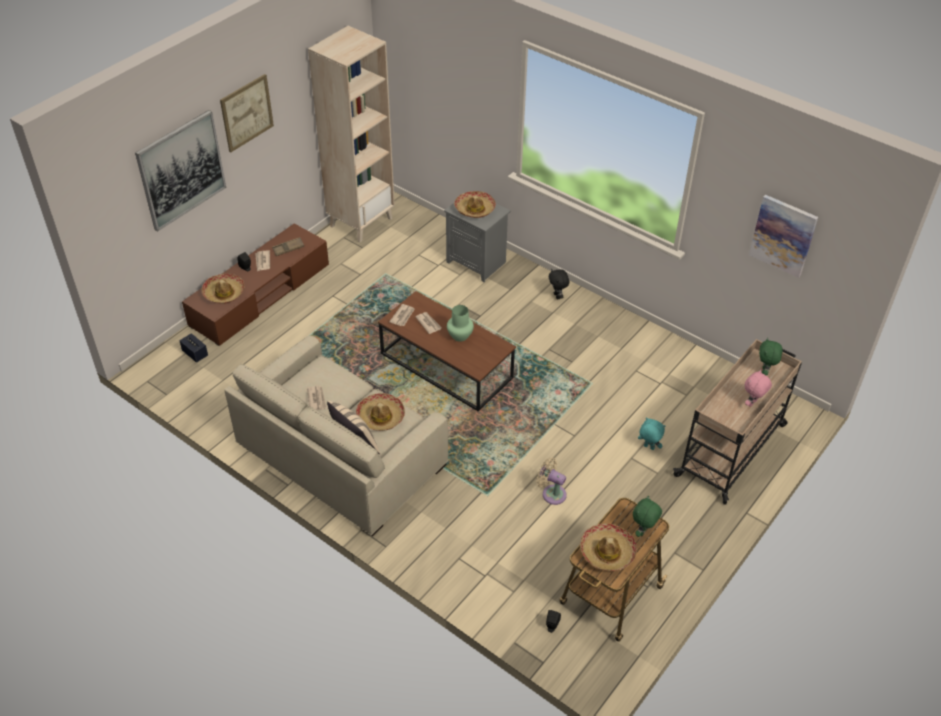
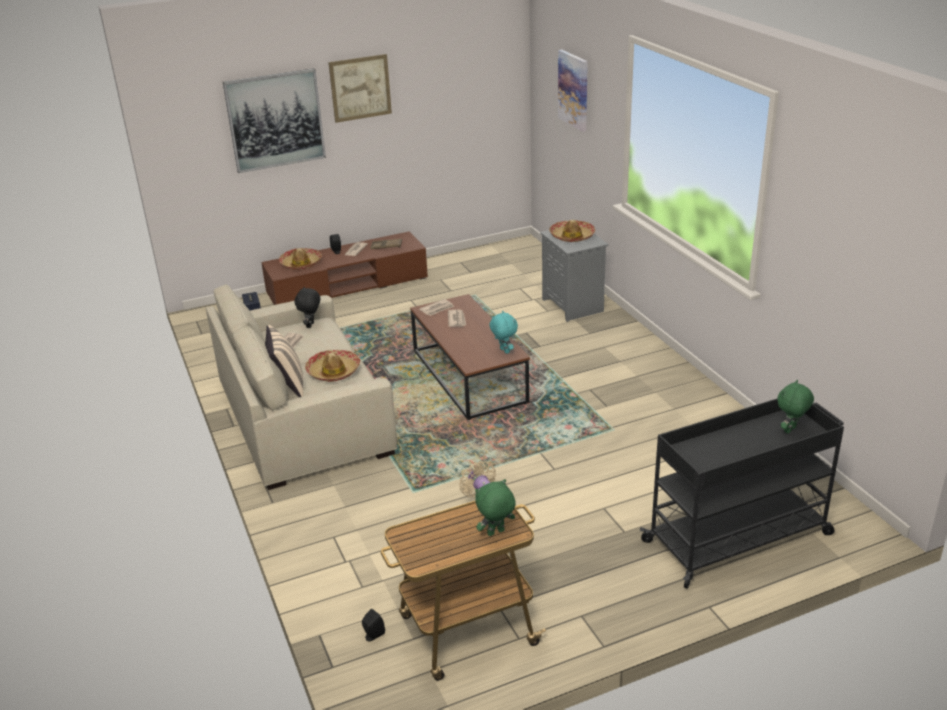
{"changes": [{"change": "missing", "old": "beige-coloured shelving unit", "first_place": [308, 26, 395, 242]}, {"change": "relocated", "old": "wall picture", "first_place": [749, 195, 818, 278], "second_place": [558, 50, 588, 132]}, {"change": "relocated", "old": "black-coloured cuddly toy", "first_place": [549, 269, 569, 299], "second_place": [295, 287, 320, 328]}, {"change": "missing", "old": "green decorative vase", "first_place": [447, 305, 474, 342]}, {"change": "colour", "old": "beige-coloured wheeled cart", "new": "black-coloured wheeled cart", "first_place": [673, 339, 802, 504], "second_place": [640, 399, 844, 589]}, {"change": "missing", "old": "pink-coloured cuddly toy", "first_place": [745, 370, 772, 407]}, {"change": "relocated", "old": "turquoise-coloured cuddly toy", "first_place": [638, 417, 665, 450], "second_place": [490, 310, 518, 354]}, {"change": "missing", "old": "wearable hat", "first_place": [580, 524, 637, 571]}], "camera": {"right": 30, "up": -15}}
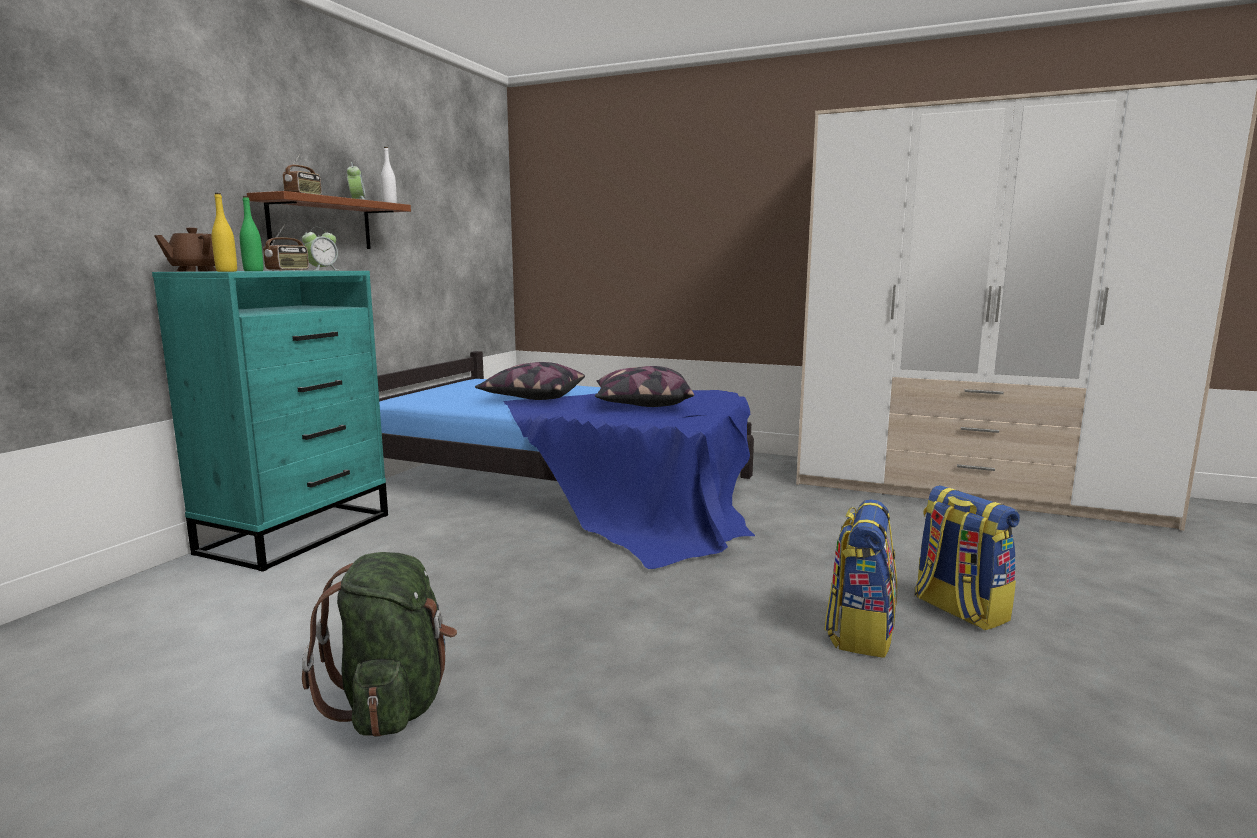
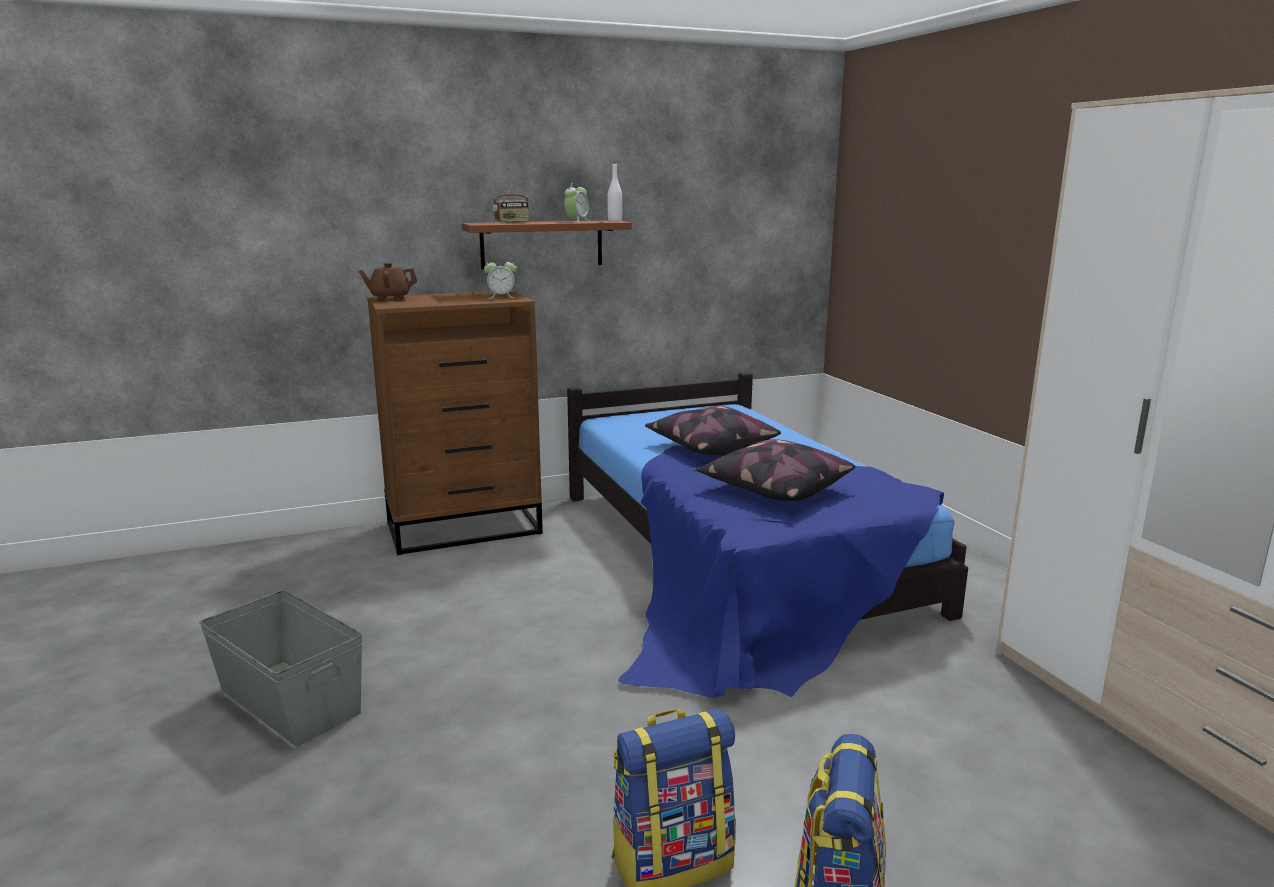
{"changes": [{"change": "missing", "old": "yellow drink bottle", "first_place": [212, 193, 237, 272]}, {"change": "missing", "old": "green drink bottle", "first_place": [240, 196, 263, 271]}, {"change": "missing", "old": "radio set", "first_place": [263, 225, 309, 271]}, {"change": "colour", "old": "turquoise-coloured drawer chest", "new": "brownish drawer chest", "first_place": [152, 270, 388, 572], "second_place": [367, 290, 543, 555]}, {"change": "exchanged", "old": "green rucksack", "new": "grey storage container", "first_place": [302, 552, 457, 737], "second_place": [199, 590, 363, 746]}], "camera": {"right": 45, "up": 5}}
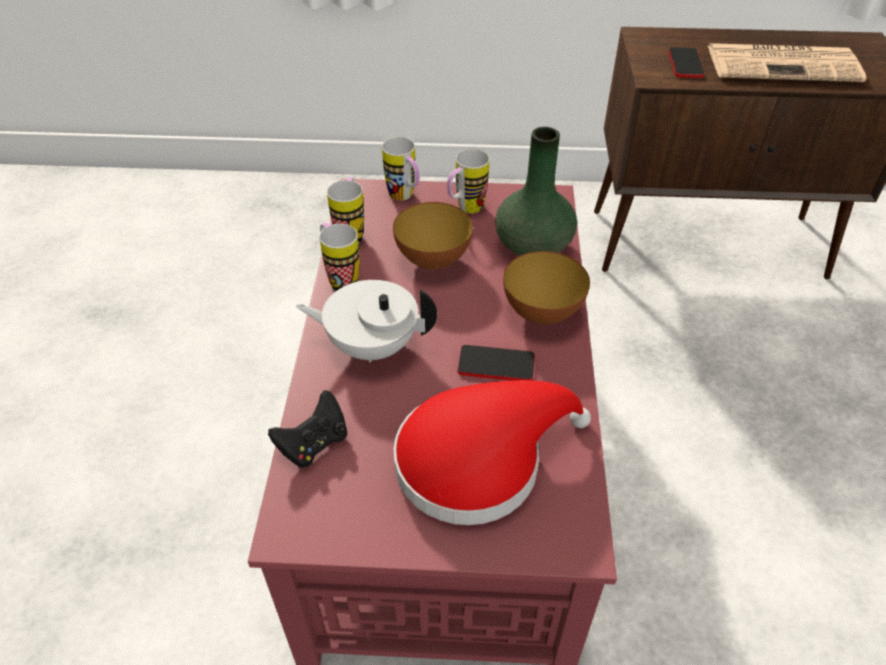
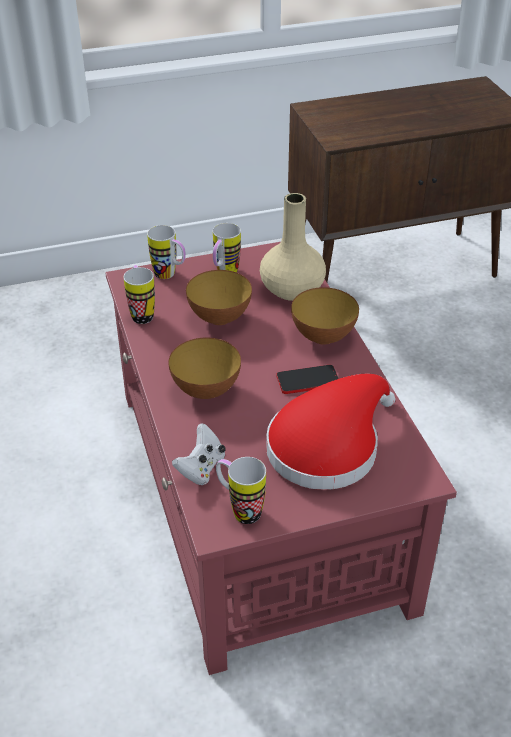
{"changes": [{"change": "missing", "old": "daily paper", "first_place": [708, 43, 866, 82]}, {"change": "missing", "old": "handset", "first_place": [669, 47, 704, 78]}, {"change": "colour", "old": "green decorative vase", "new": "beige-coloured decorative vase", "first_place": [495, 127, 577, 256], "second_place": [260, 193, 326, 301]}, {"change": "relocated", "old": "tea mug", "first_place": [319, 223, 359, 291], "second_place": [216, 457, 266, 524]}, {"change": "exchanged", "old": "white tea pot", "new": "serving bowl", "first_place": [296, 280, 437, 363], "second_place": [168, 337, 241, 399]}, {"change": "colour", "old": "black-coloured game controller", "new": "white game controller", "first_place": [268, 390, 347, 468], "second_place": [172, 423, 226, 485]}], "camera": {"right": -20, "up": -5}}
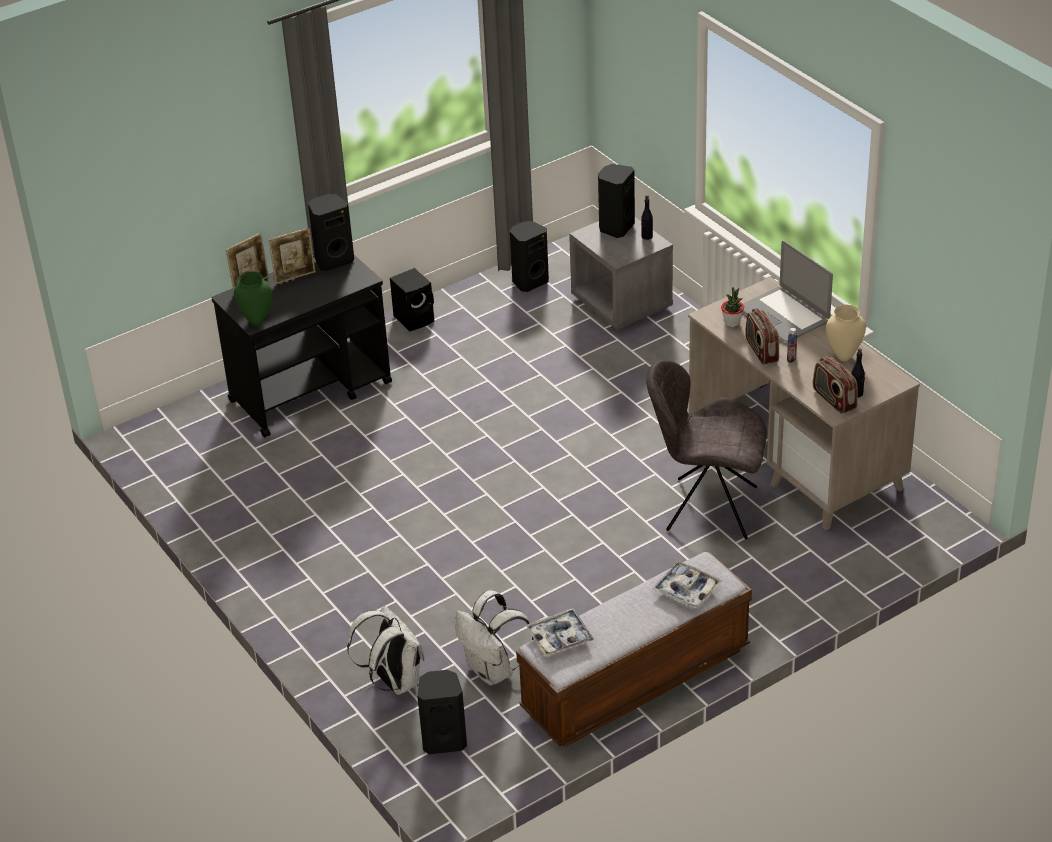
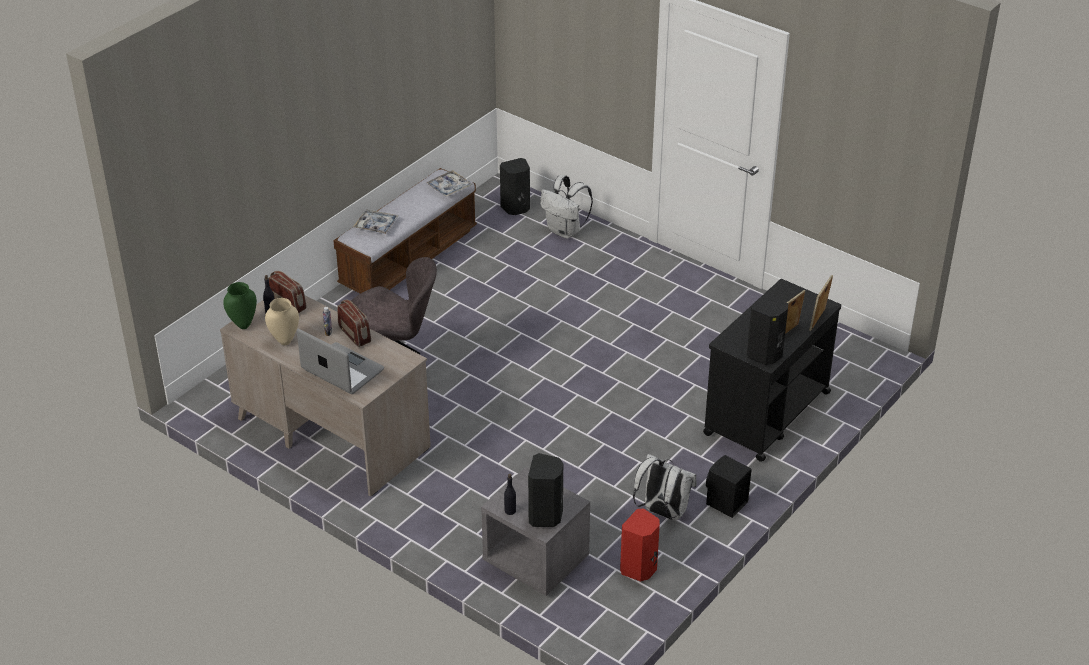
{"changes": [{"change": "colour", "old": "black-coloured loudspeaker", "new": "red loudspeaker", "first_place": [510, 221, 549, 292], "second_place": [620, 509, 660, 582]}, {"change": "relocated", "old": "green decorative vase", "first_place": [234, 271, 272, 326], "second_place": [223, 282, 257, 329]}, {"change": "missing", "old": "potted plant", "first_place": [721, 287, 744, 327]}, {"change": "relocated", "old": "white rucksack", "first_place": [455, 590, 534, 685], "second_place": [633, 454, 696, 521]}], "camera": {"right": 160, "up": 0}}
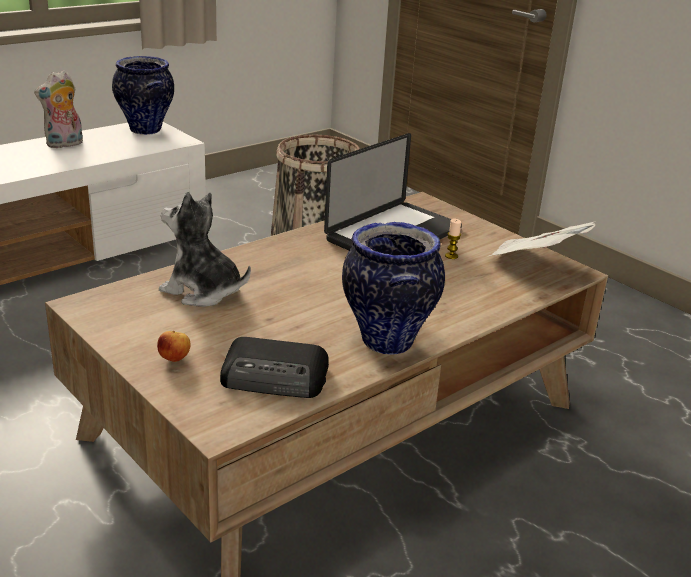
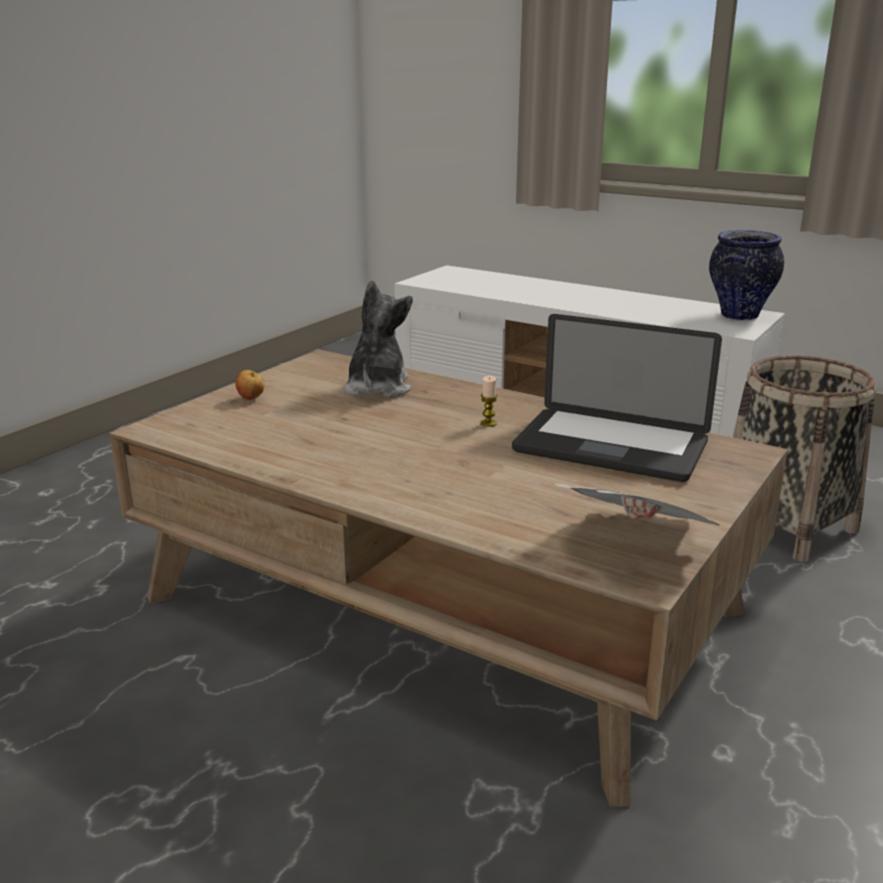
{"changes": [{"change": "missing", "old": "cuddly toy", "first_place": [34, 70, 83, 149]}, {"change": "relocated", "old": "wax light", "first_place": [445, 219, 461, 259], "second_place": [480, 376, 497, 427]}, {"change": "missing", "old": "decorative vase", "first_place": [342, 222, 445, 355]}, {"change": "missing", "old": "radio set", "first_place": [220, 337, 329, 398]}], "camera": {"right": 75, "up": -5}}
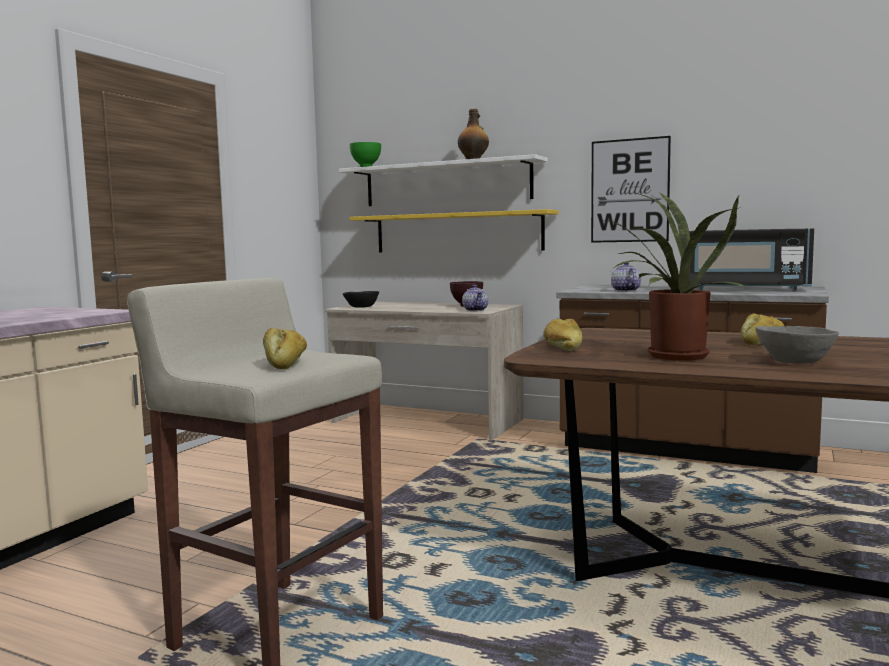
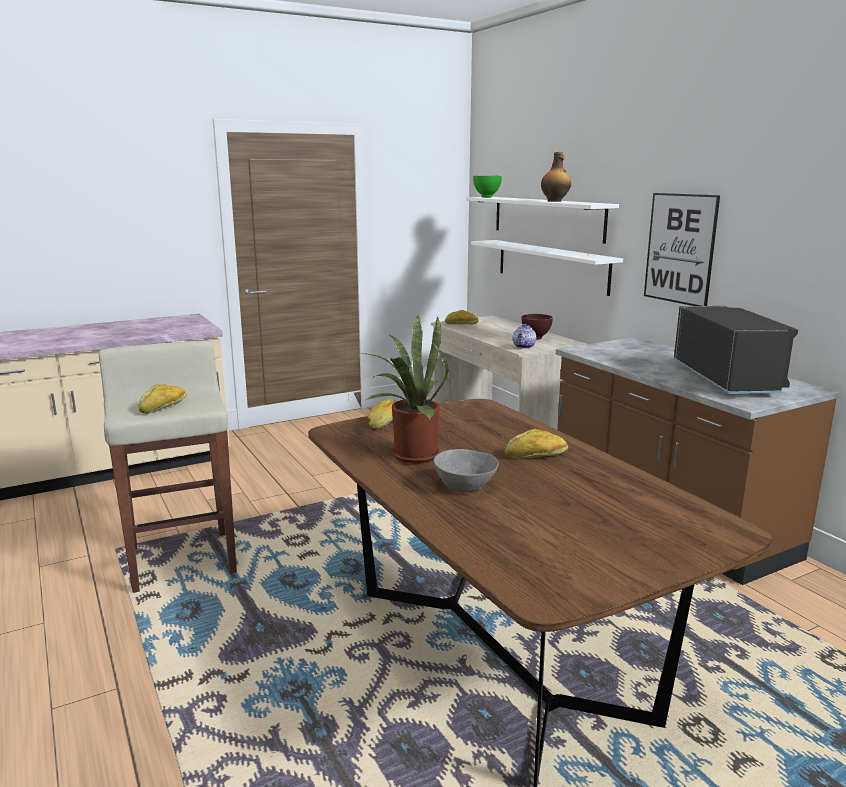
{"changes": [{"change": "colour", "old": "yellow shelf", "new": "white shelf", "first_place": [350, 209, 559, 253], "second_place": [471, 240, 623, 296]}, {"change": "spun", "old": "black-coloured microwave", "first_place": [689, 228, 814, 291], "second_place": [674, 306, 798, 394], "degrees": -150}, {"change": "missing", "old": "tea pot", "first_place": [611, 262, 641, 291]}, {"change": "exchanged", "old": "black-coloured serving bowl", "new": "baked bread", "first_place": [343, 291, 379, 308], "second_place": [445, 310, 479, 325]}], "camera": {"right": 35, "up": 10}}
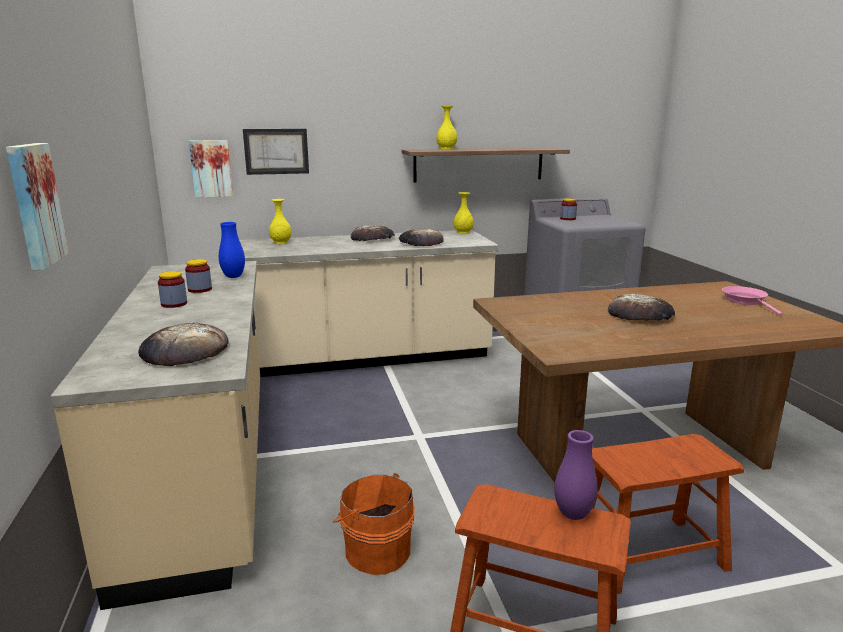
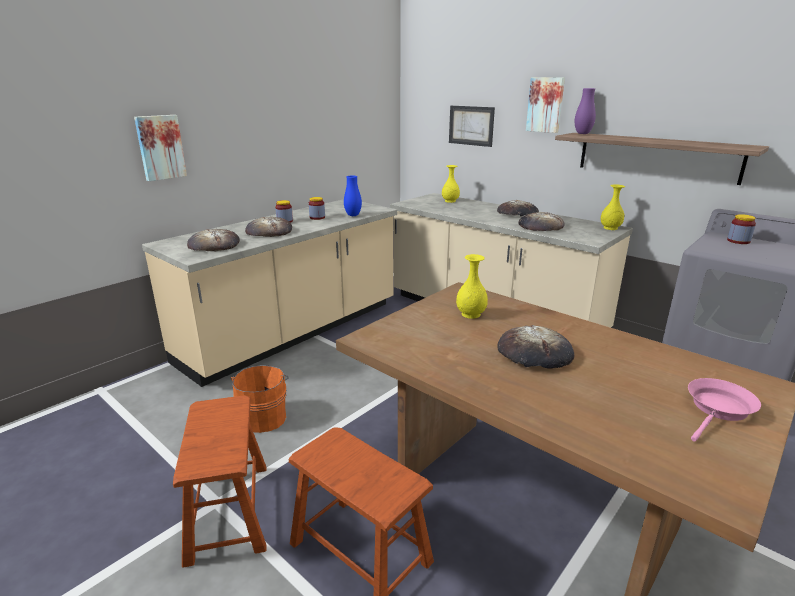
{"changes": [{"change": "relocated", "old": "yellow decorative vase", "first_place": [436, 106, 457, 150], "second_place": [456, 254, 488, 319]}, {"change": "relocated", "old": "wall picture", "first_place": [189, 140, 233, 198], "second_place": [526, 77, 565, 133]}, {"change": "relocated", "old": "purple decorative vase", "first_place": [554, 430, 597, 520], "second_place": [575, 88, 596, 134]}, {"change": "appeared", "new": "baked bread", "second_place": [245, 217, 292, 237]}], "camera": {"right": 55, "up": 5}}
